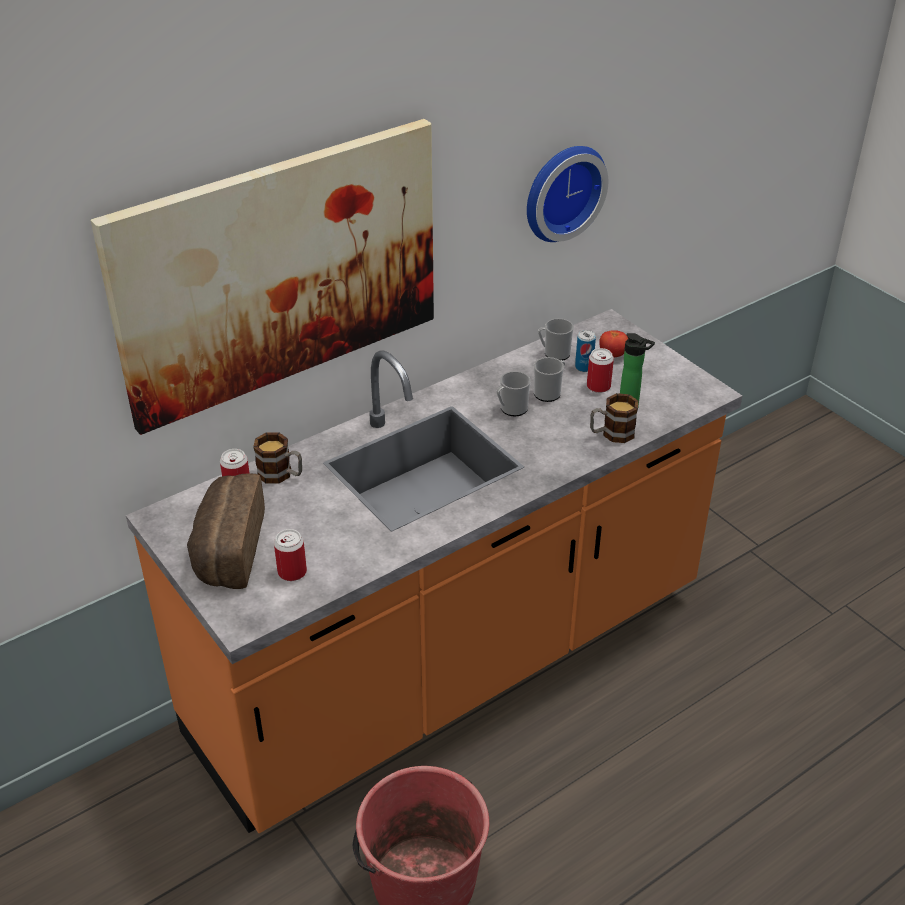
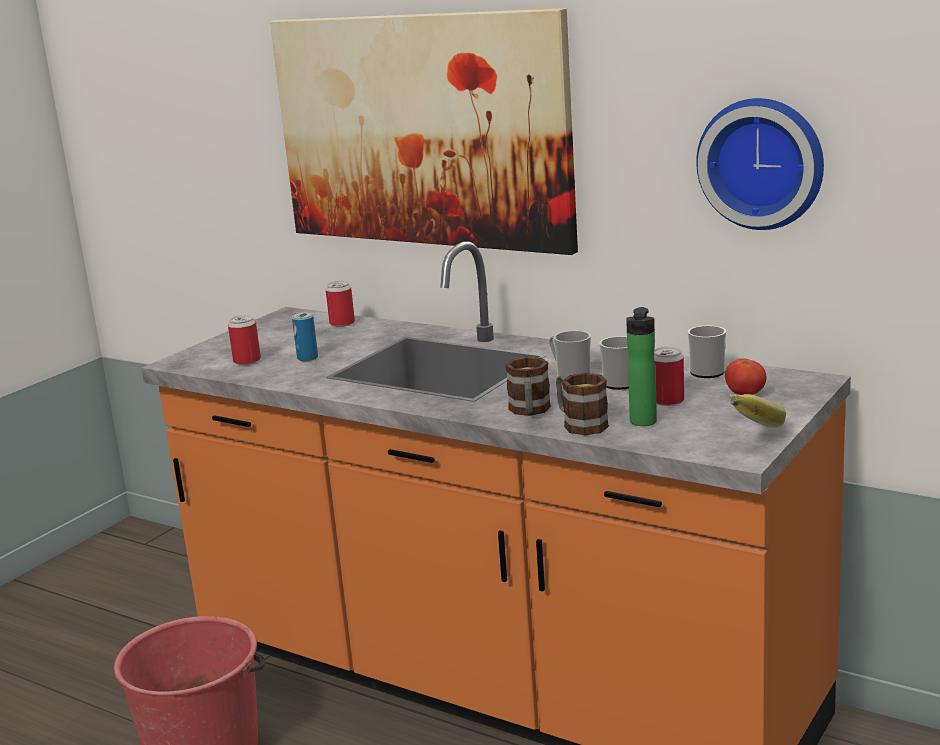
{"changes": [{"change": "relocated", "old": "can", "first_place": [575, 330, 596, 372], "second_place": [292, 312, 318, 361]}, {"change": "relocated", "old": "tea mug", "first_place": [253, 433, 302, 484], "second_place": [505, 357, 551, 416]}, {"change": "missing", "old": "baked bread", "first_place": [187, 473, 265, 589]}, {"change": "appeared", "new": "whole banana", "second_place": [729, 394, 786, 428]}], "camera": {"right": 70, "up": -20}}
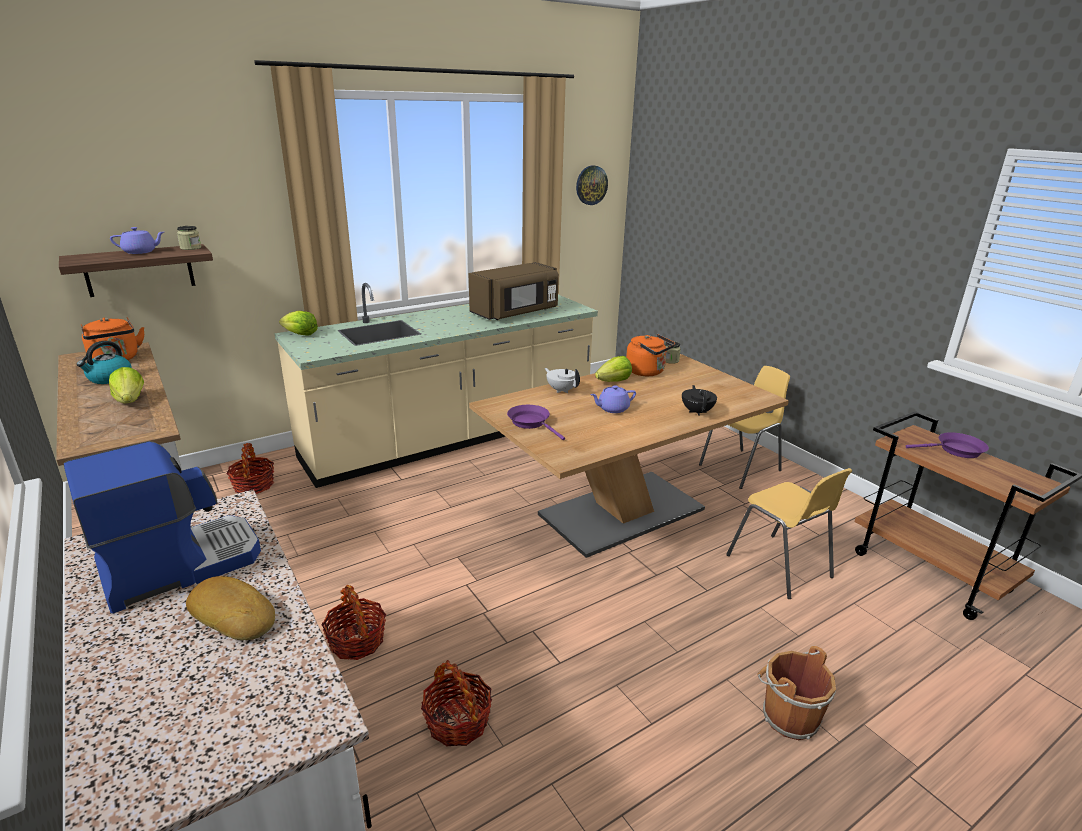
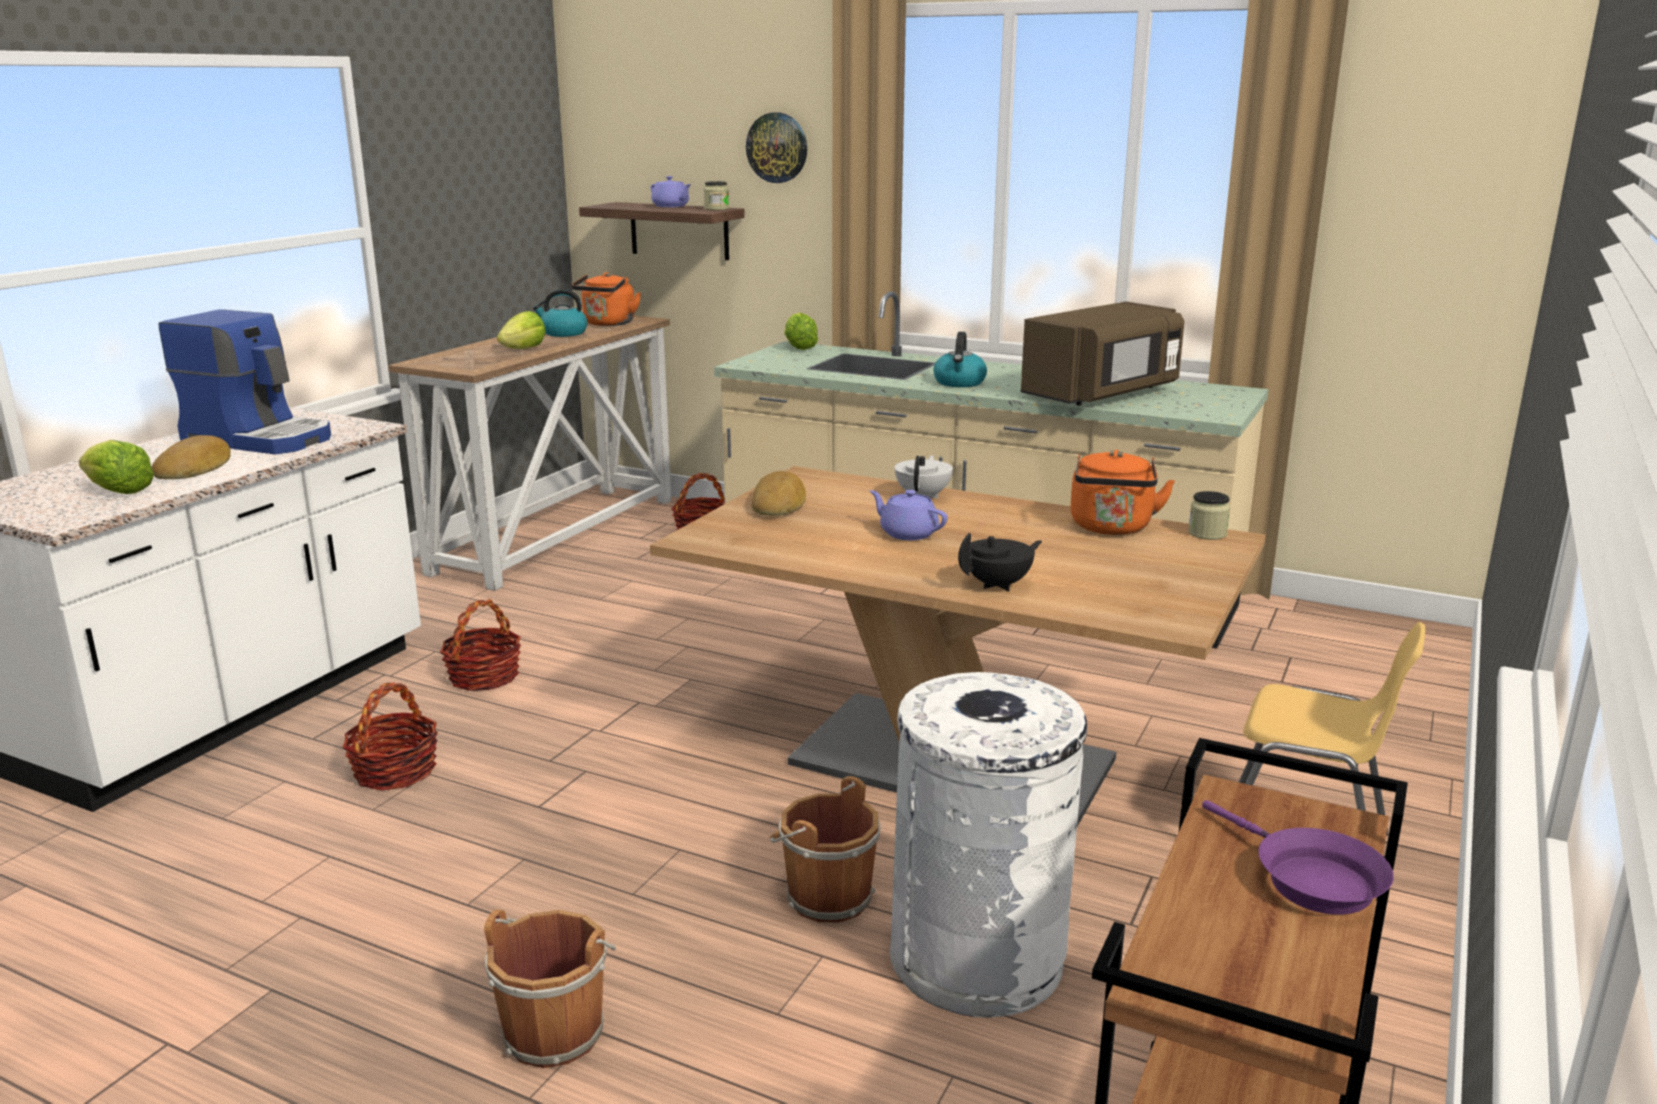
{"changes": [{"change": "relocated", "old": "clock on the wall", "first_place": [576, 166, 608, 205], "second_place": [746, 113, 807, 183]}, {"change": "spun", "old": "brownish microwave", "first_place": [468, 262, 559, 320], "second_place": [1020, 301, 1185, 406], "degrees": -60}, {"change": "relocated", "old": "lettuce head", "first_place": [595, 356, 632, 382], "second_place": [78, 440, 154, 494]}, {"change": "exchanged", "old": "purple frying pan", "new": "baked bread", "first_place": [507, 405, 565, 440], "second_place": [752, 471, 806, 516]}, {"change": "exchanged", "old": "yellow plain chair", "new": "white rubbish bin", "first_place": [726, 468, 853, 599], "second_place": [890, 672, 1087, 1018]}, {"change": "appeared", "new": "water kettle", "second_place": [933, 332, 987, 387]}, {"change": "appeared", "new": "brownish pail", "second_place": [770, 776, 881, 922]}], "camera": {"right": 60, "up": -5}}
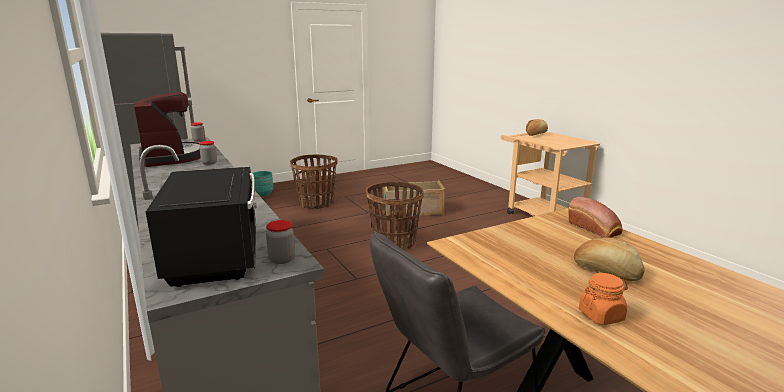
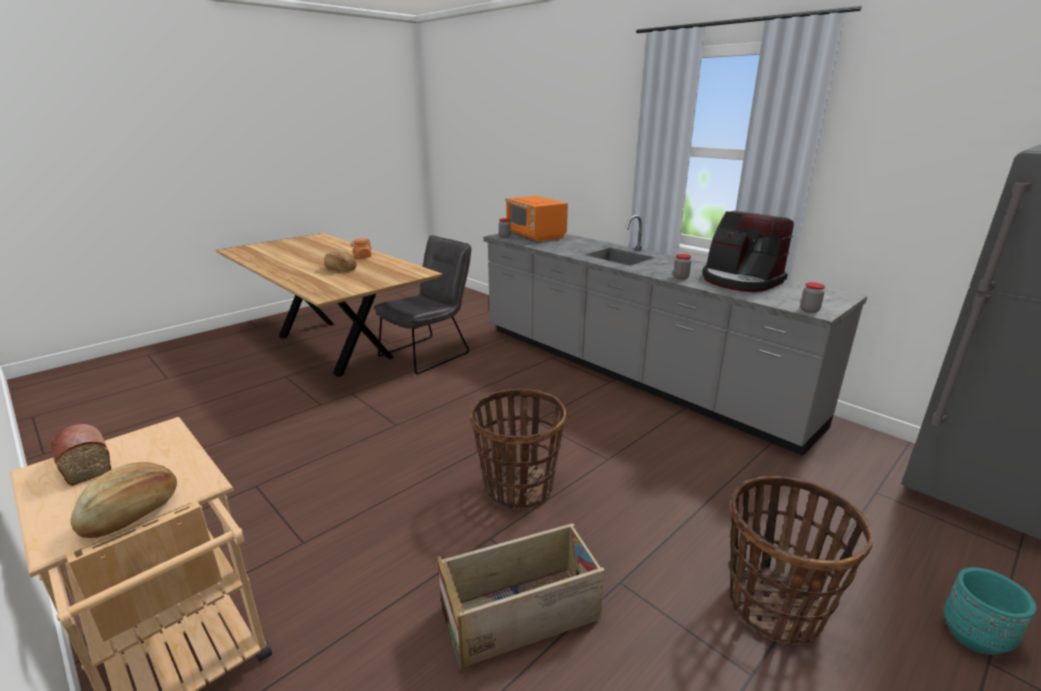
{"changes": [{"change": "colour", "old": "black-coloured microwave", "new": "orangey microwave", "first_place": [146, 167, 257, 287], "second_place": [505, 196, 568, 242]}, {"change": "relocated", "old": "baked bread", "first_place": [568, 197, 623, 238], "second_place": [50, 424, 112, 486]}], "camera": {"right": 165, "up": 5}}
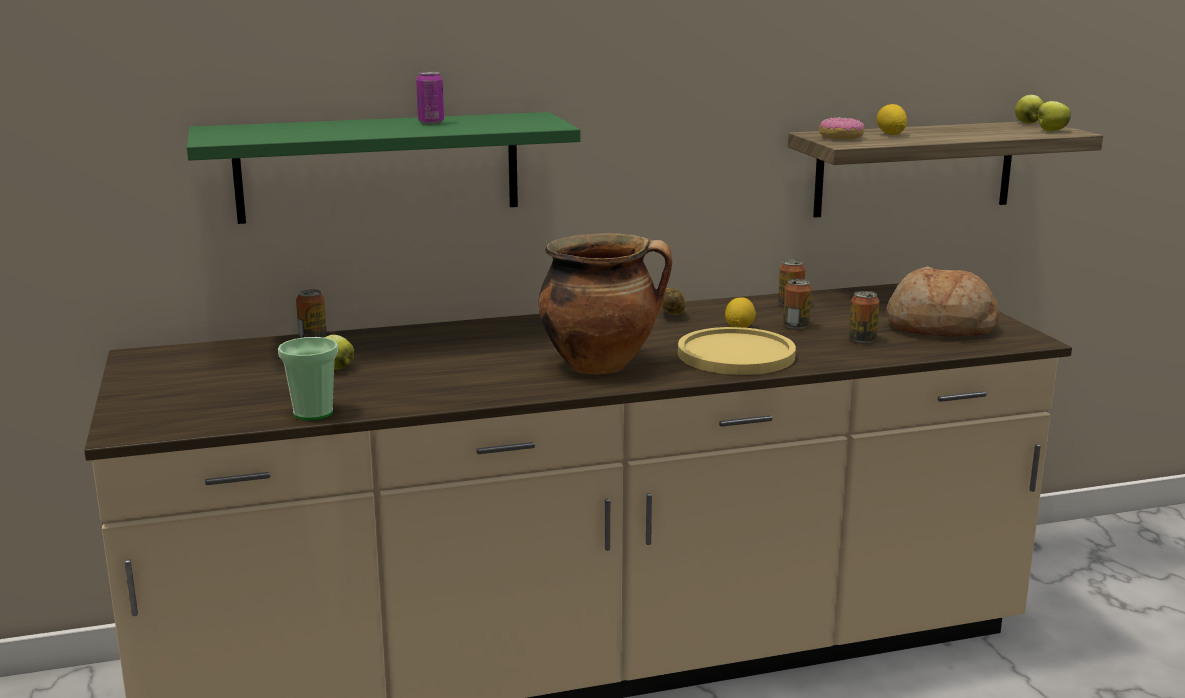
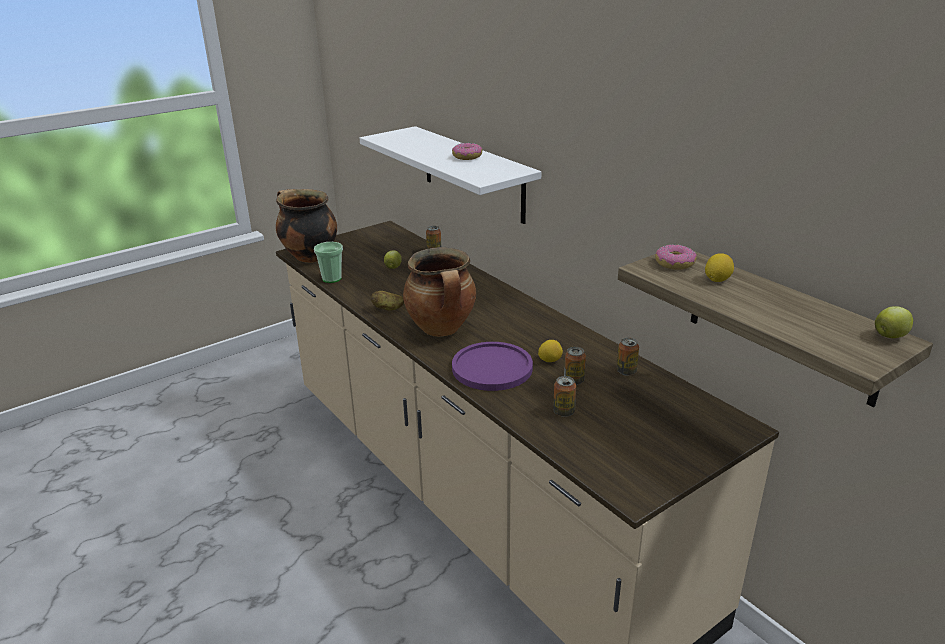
{"changes": [{"change": "exchanged", "old": "can", "new": "donut", "first_place": [416, 72, 444, 124], "second_place": [452, 143, 482, 160]}, {"change": "missing", "old": "apple fruit", "first_place": [1035, 101, 1071, 131]}, {"change": "colour", "old": "green shelf", "new": "white shelf", "first_place": [187, 112, 580, 224], "second_place": [360, 126, 541, 224]}, {"change": "missing", "old": "baked bread", "first_place": [887, 266, 1000, 337]}, {"change": "relocated", "old": "spud", "first_place": [661, 288, 686, 315], "second_place": [371, 291, 404, 311]}, {"change": "colour", "old": "yellow plate", "new": "purple plate", "first_place": [678, 327, 796, 375], "second_place": [452, 342, 533, 391]}, {"change": "appeared", "new": "stockpot", "second_place": [276, 189, 337, 263]}], "camera": {"right": 70, "up": 10}}
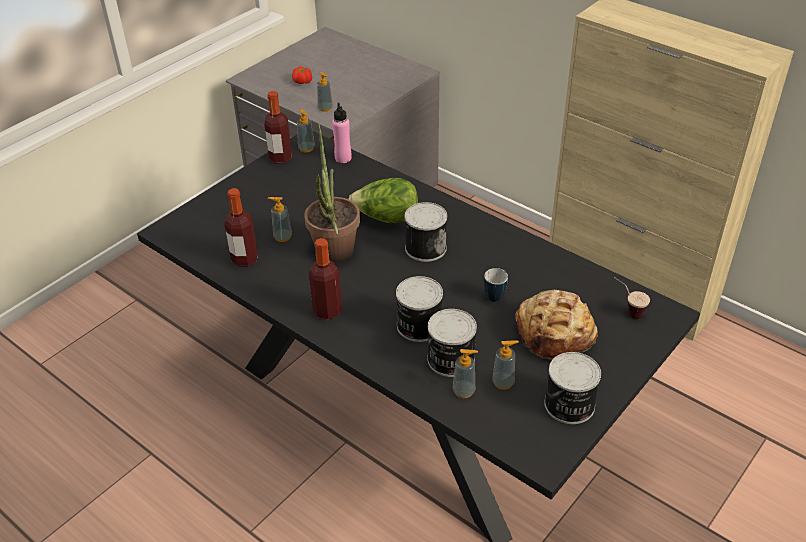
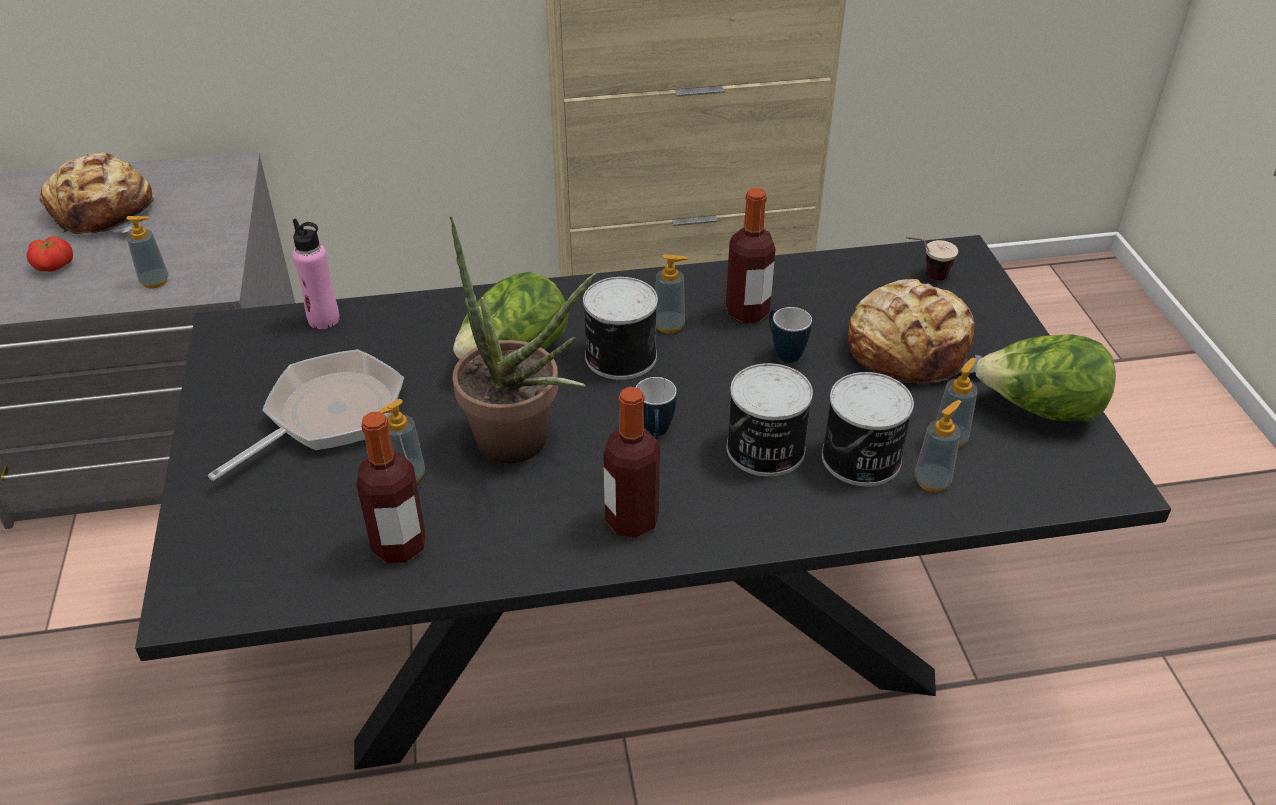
{"changes": [{"change": "relocated", "old": "drink bottle", "first_place": [264, 91, 292, 163], "second_place": [726, 188, 775, 323]}, {"change": "relocated", "old": "soap dispenser", "first_place": [297, 109, 315, 152], "second_place": [655, 254, 688, 333]}, {"change": "exchanged", "old": "can", "new": "lettuce head", "first_place": [544, 352, 601, 424], "second_place": [975, 335, 1116, 421]}, {"change": "appeared", "new": "baked bread", "second_place": [40, 152, 154, 234]}, {"change": "appeared", "new": "frying pan", "second_place": [208, 349, 404, 481]}, {"change": "appeared", "new": "tea mug", "second_place": [636, 377, 677, 440]}], "camera": {"right": -50, "up": 0}}
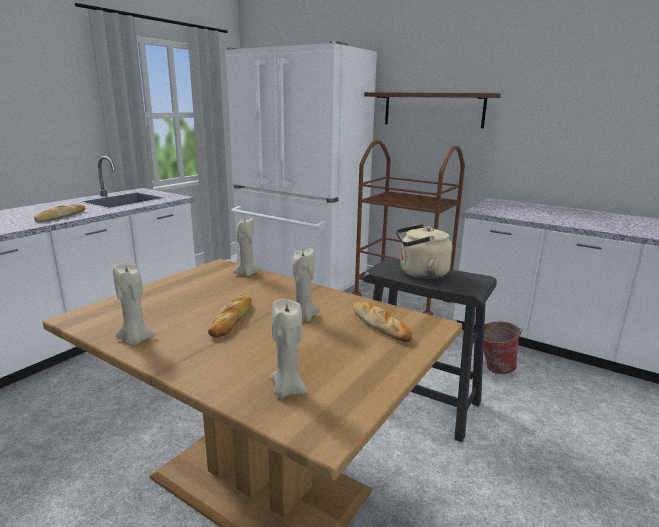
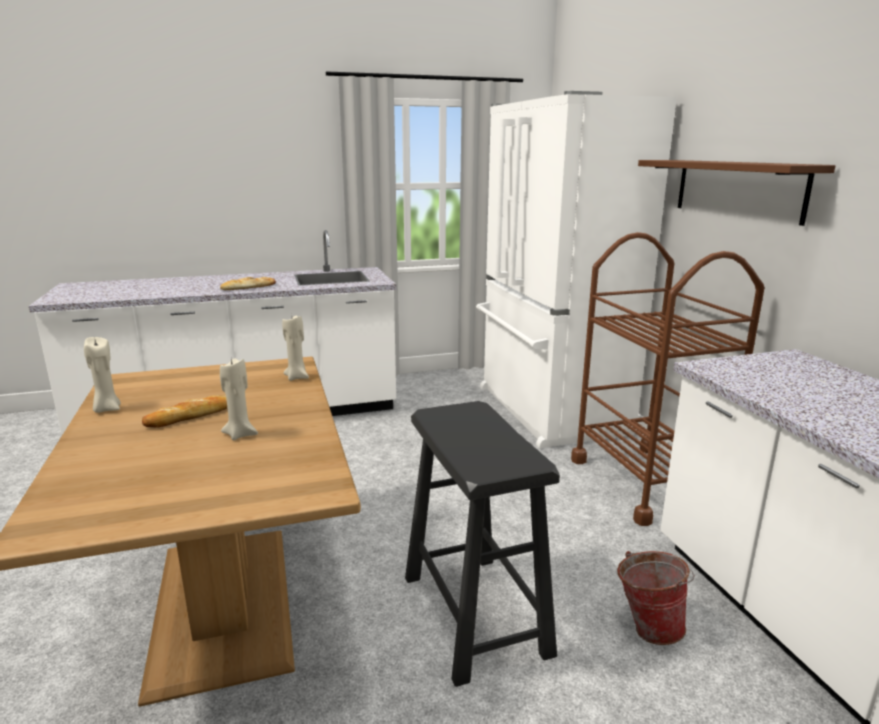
{"changes": [{"change": "missing", "old": "beige-coloured water kettle", "first_place": [396, 224, 453, 279]}, {"change": "missing", "old": "beige-coloured wax light", "first_place": [270, 299, 308, 398]}, {"change": "missing", "old": "baked bread", "first_place": [353, 302, 412, 342]}], "camera": {"right": 40, "up": 0}}
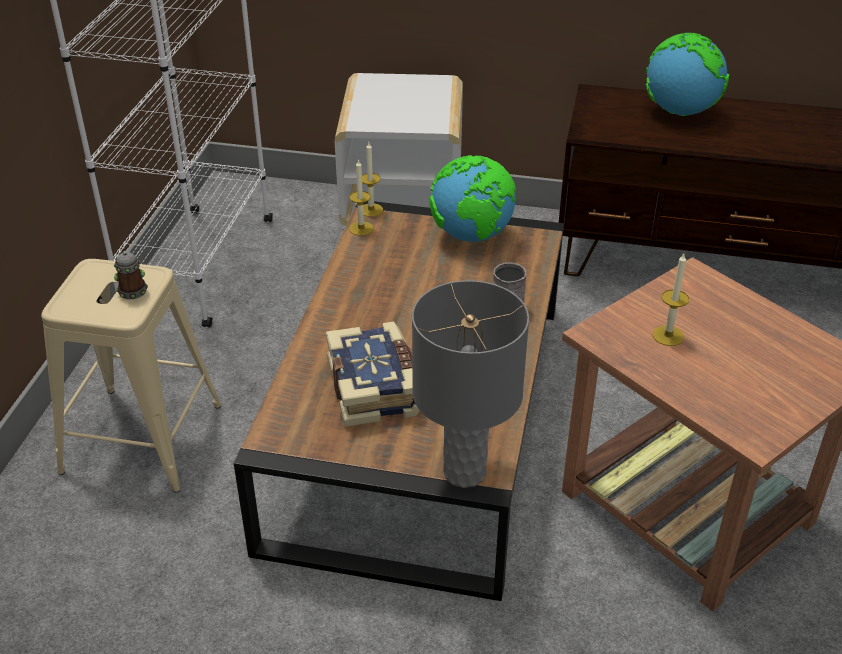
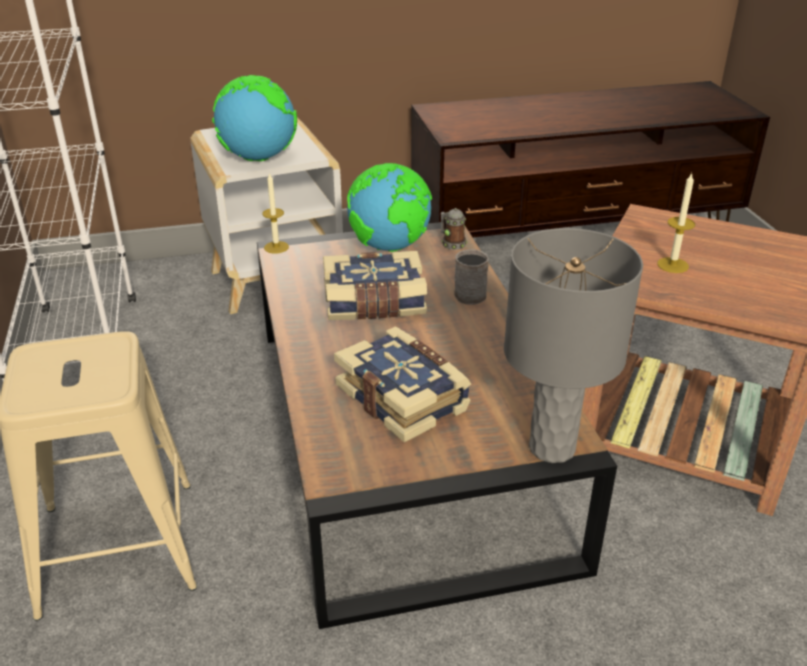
{"changes": [{"change": "relocated", "old": "desk globe", "first_place": [646, 33, 729, 116], "second_place": [212, 75, 297, 161]}, {"change": "missing", "old": "wax light", "first_place": [349, 159, 374, 236]}, {"change": "relocated", "old": "tea mug", "first_place": [114, 250, 148, 299], "second_place": [441, 208, 467, 250]}, {"change": "appeared", "new": "bound book", "second_place": [323, 251, 427, 320]}], "camera": {"right": -25, "up": -5}}
